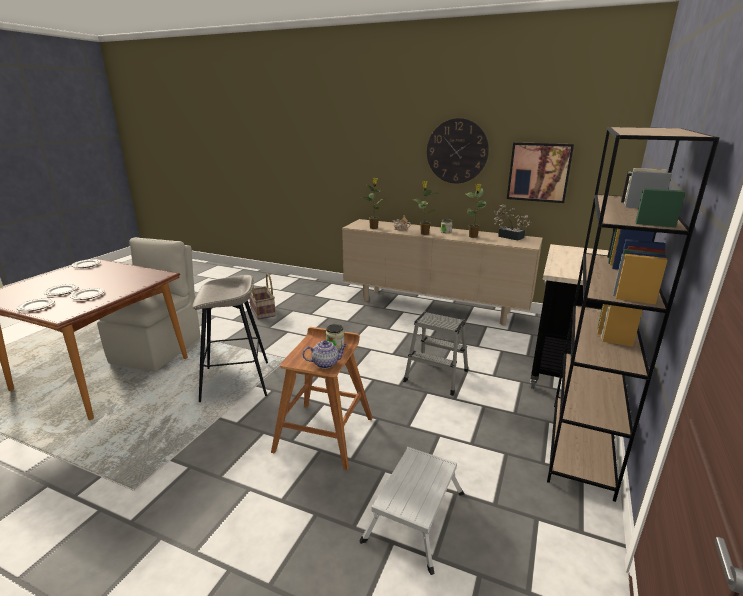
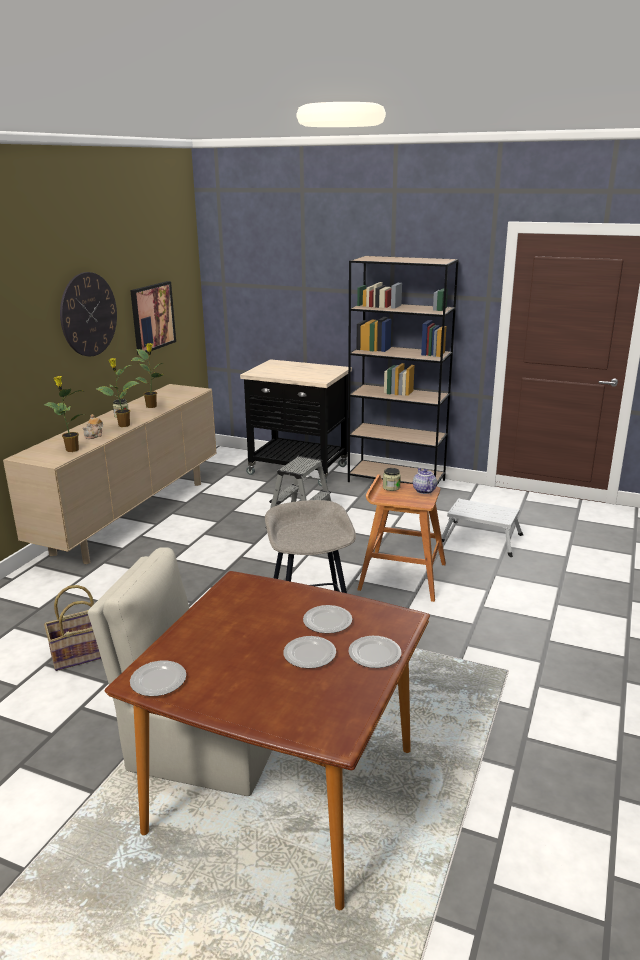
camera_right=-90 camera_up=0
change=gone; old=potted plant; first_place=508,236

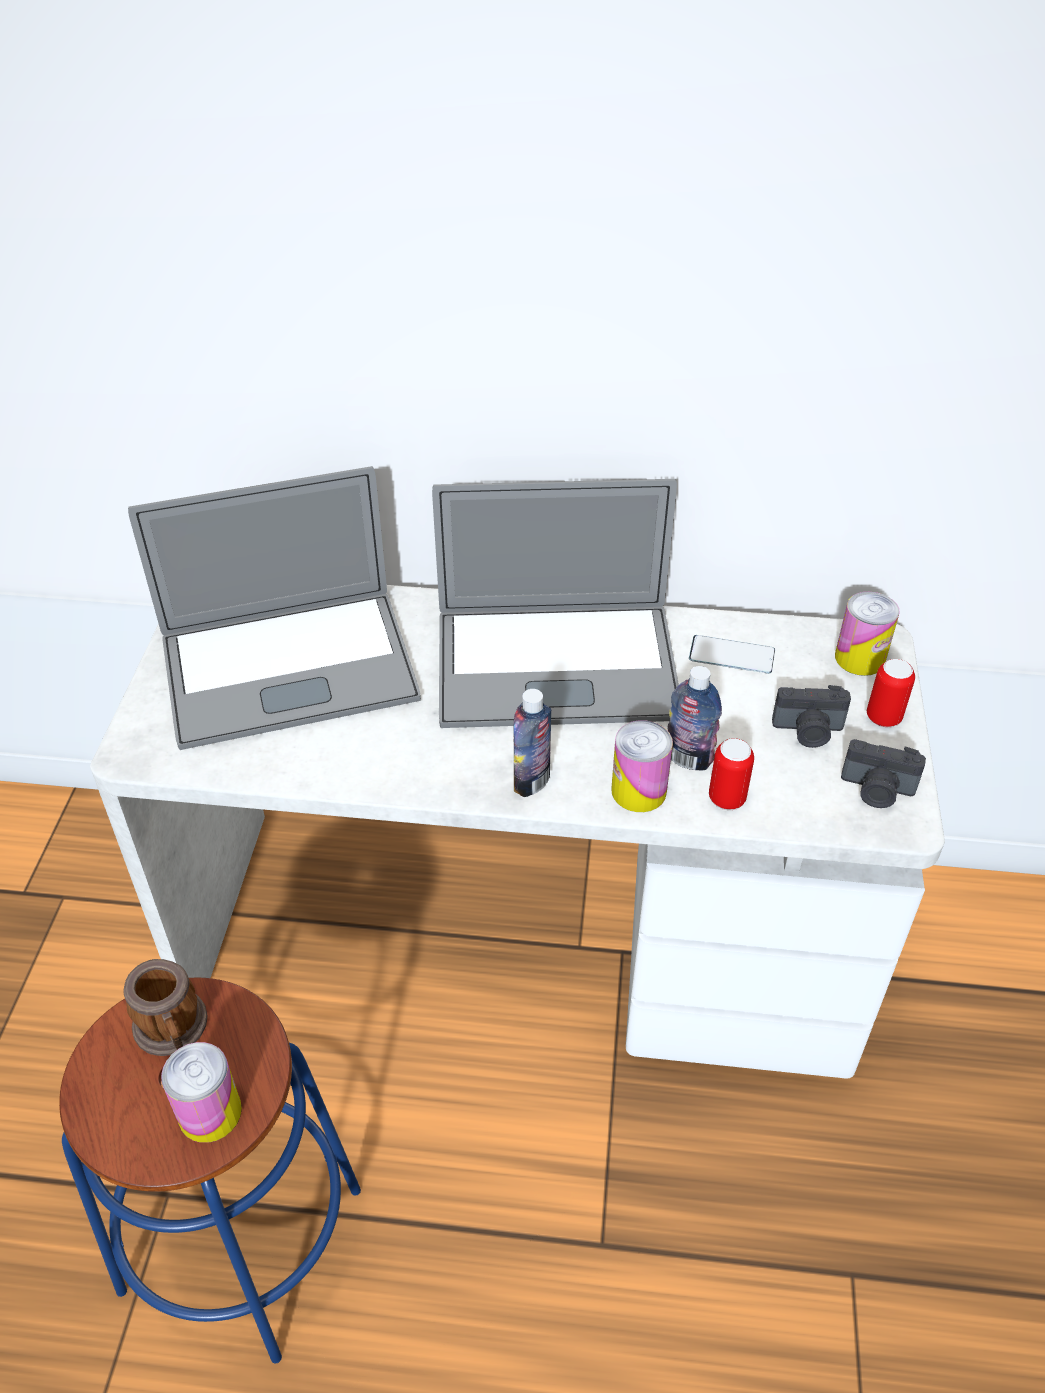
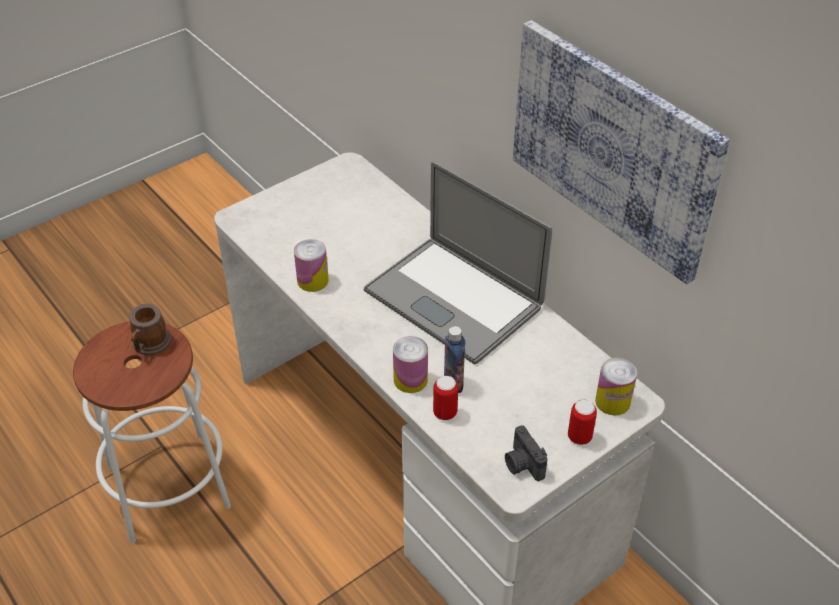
camera_right=45 camera_up=0
change=gone; old=laptop; first_place=289,668
change=gone; old=bottle; first_place=532,781
change=gone; old=phone; first_place=731,655
change=gone; old=photo camera; first_place=808,731
change=new; new=picture; second_place=613,148
change=shifted; old=can; first_place=210,1112; second_place=312,280
change=repainted; old=blue stool; new=white stool; first_place=241,1239; second_place=168,486

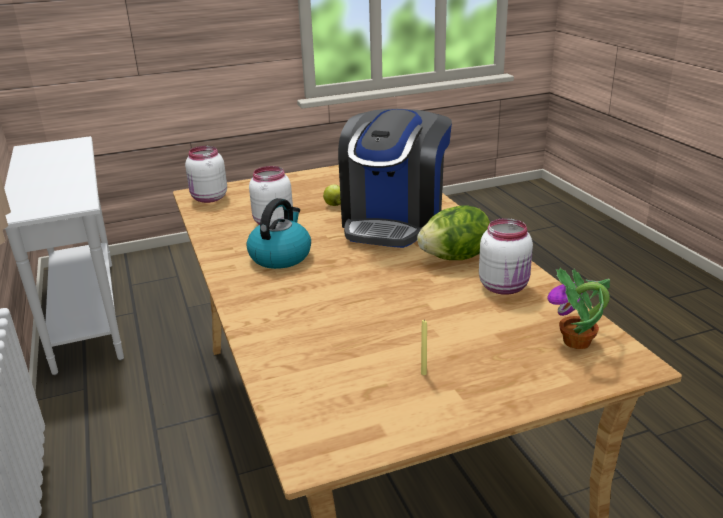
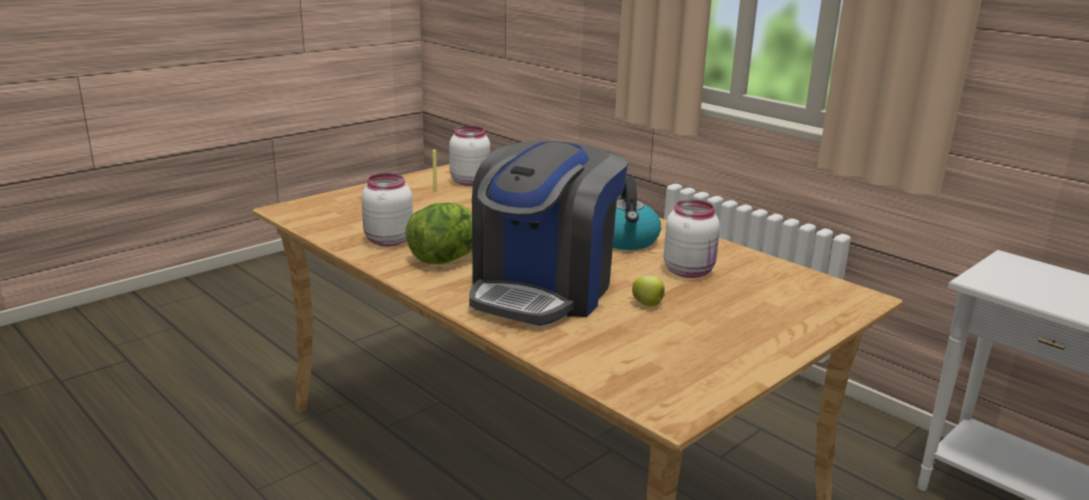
camera_right=155 camera_up=-5
change=gone; old=potted plant; first_place=577,342
change=shifted; old=white jar; first_place=208,198; second_place=470,181
change=rotated; old=coffee machine; first_place=394,222; second_place=543,290; degrees=-150

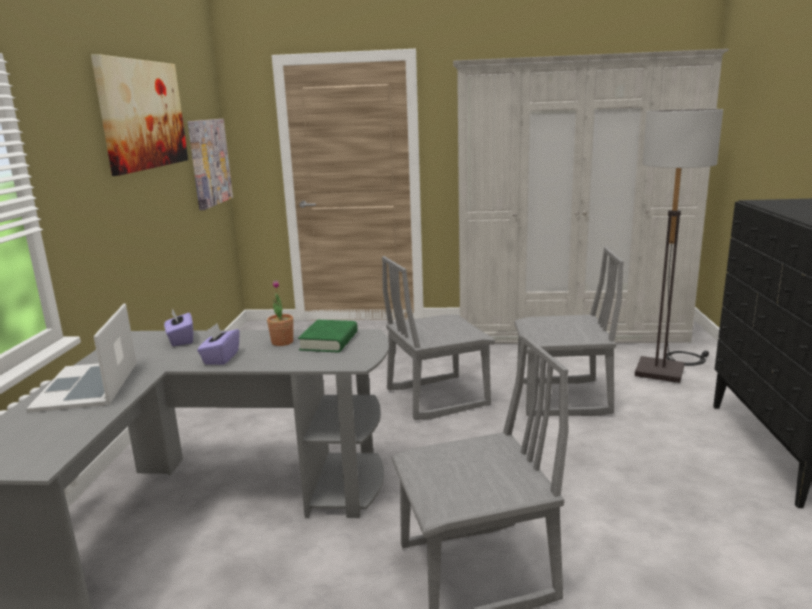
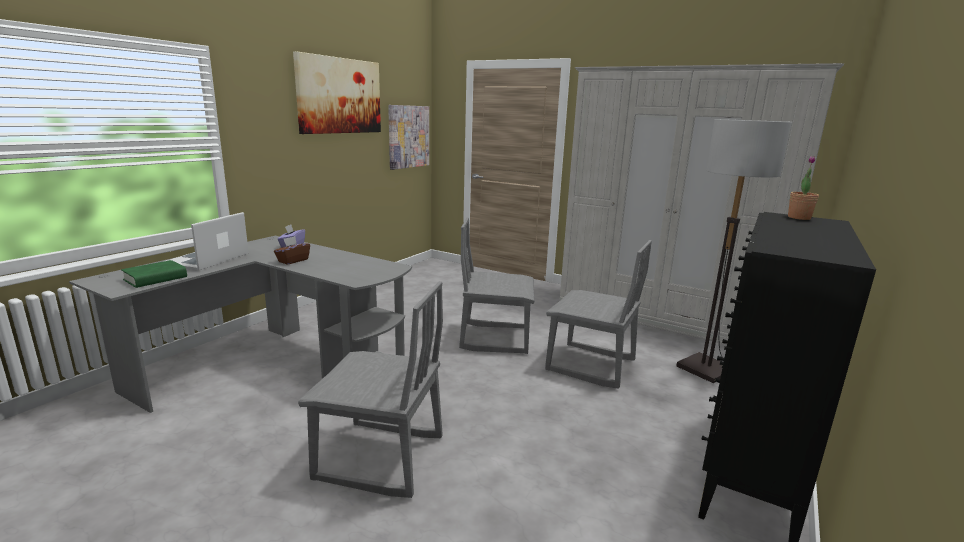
camera_right=25 camera_up=0
change=shifted; old=potted plant; first_place=282,342; second_place=799,218
change=shifted; old=green book; first_place=329,341; second_place=155,278
change=repainted; old=purple tissue box; new=brown tissue box; first_place=220,358; second_place=293,260

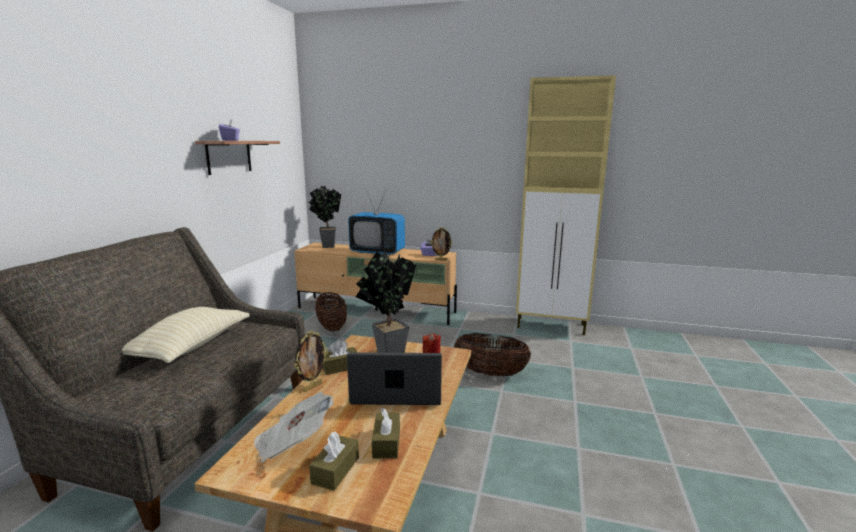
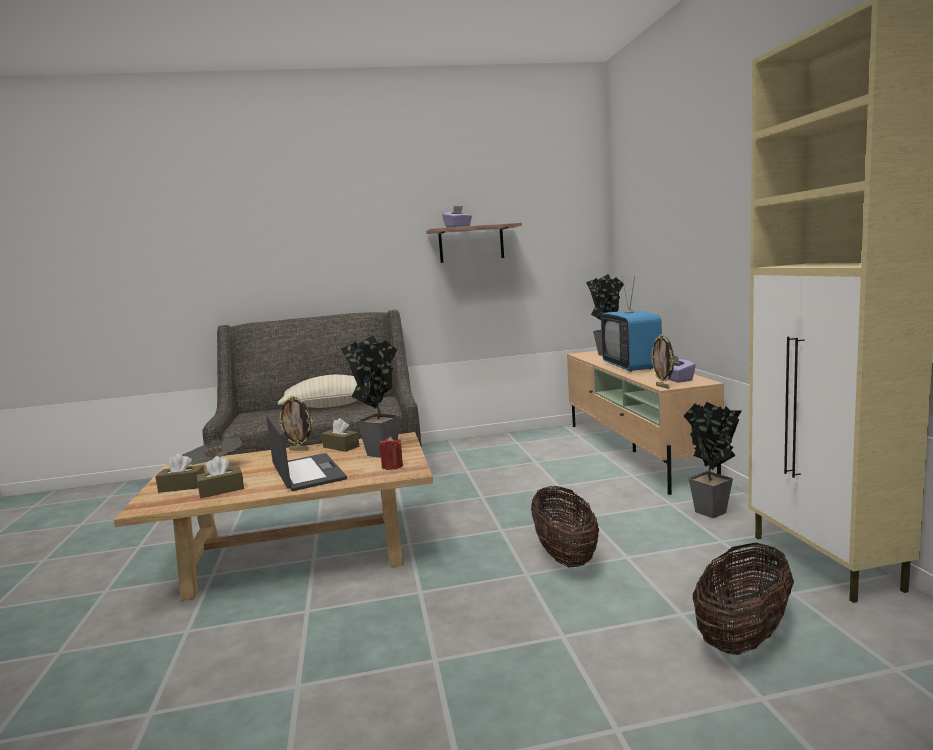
camera_right=65 camera_up=-5
change=new; new=potted plant; second_place=712,514
change=shifted; old=basket; first_place=332,327; second_place=743,636

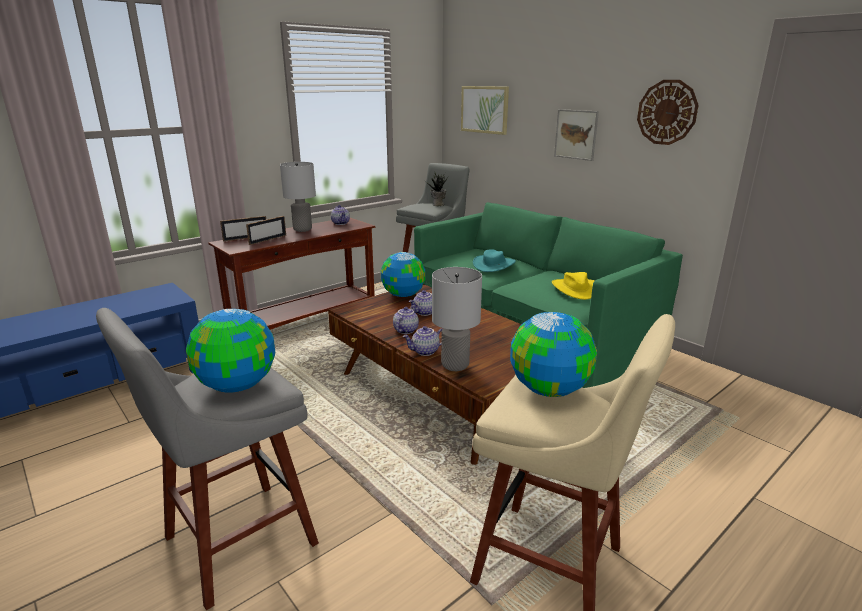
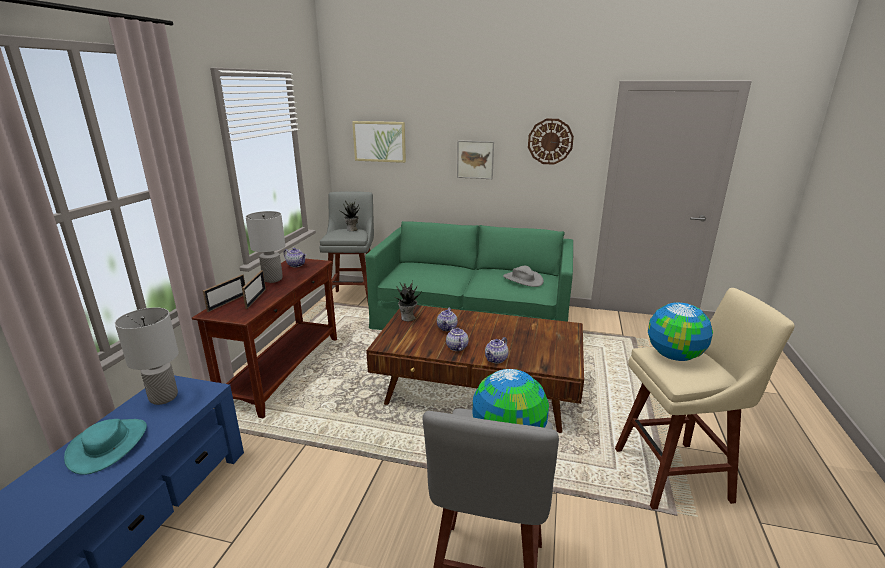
camera_right=-35 camera_up=0
change=shifted; old=grey table lamp; first_place=454,367; second_place=163,399
change=shifted; old=turquoise hat; first_place=494,265; second_place=109,445
change=swapped; old=globe; new=potted plant; first_place=403,295; second_place=408,318
change=repainted; old=yellow hat; new=grey hat; first_place=575,289; second_place=522,280

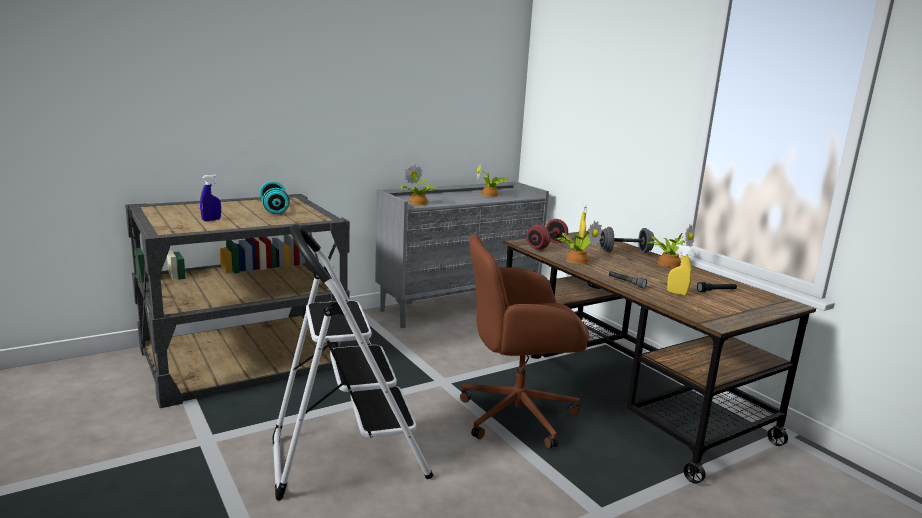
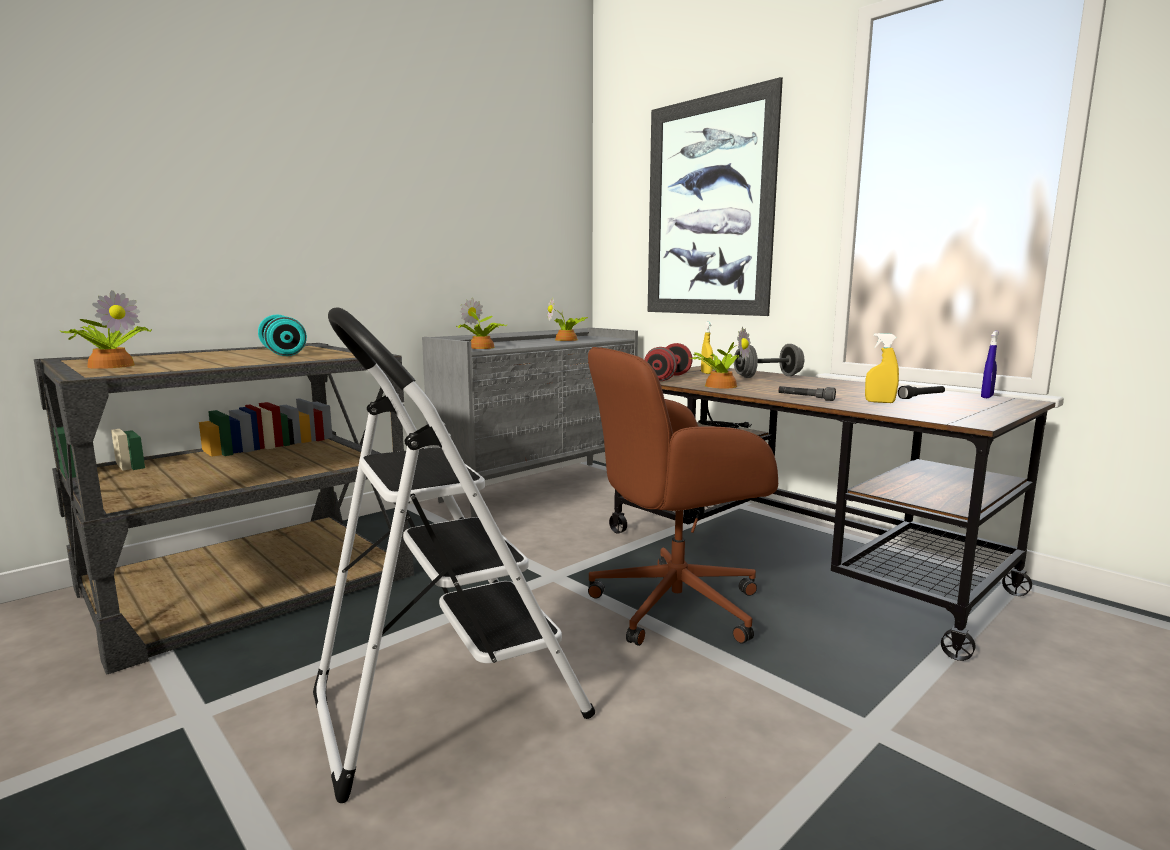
camera_right=-10 camera_up=-5
change=new; new=picture; second_place=708,208
change=shifted; old=blue spray bottle; first_place=211,220; second_place=987,397
change=shifted; old=potted plant; first_place=668,263; second_place=112,365

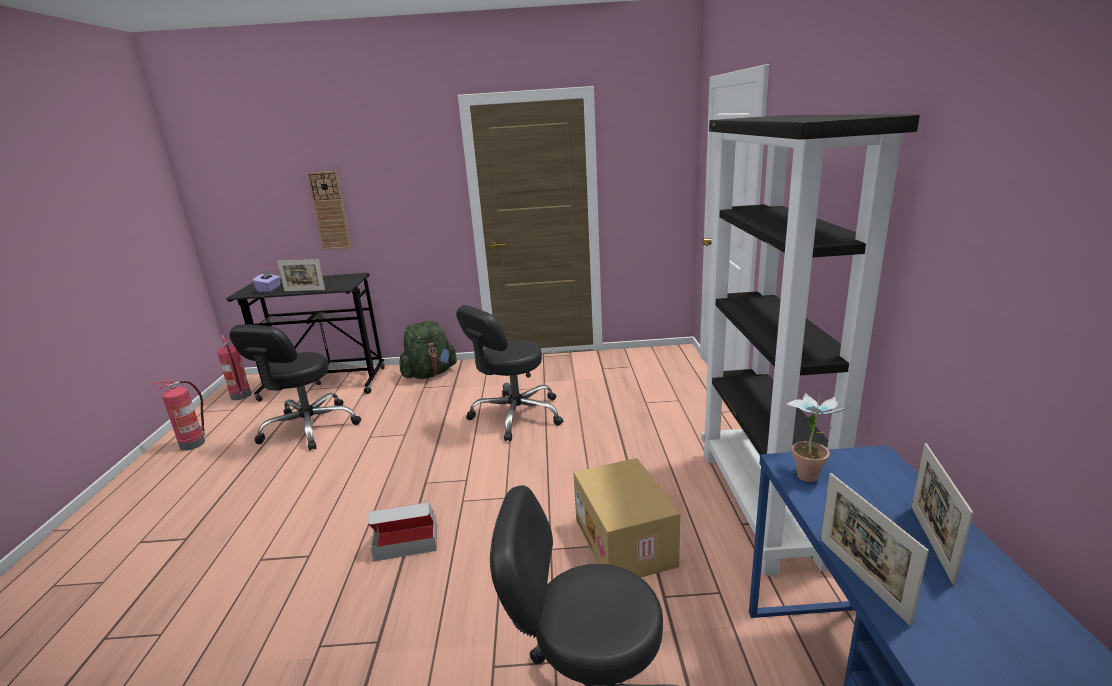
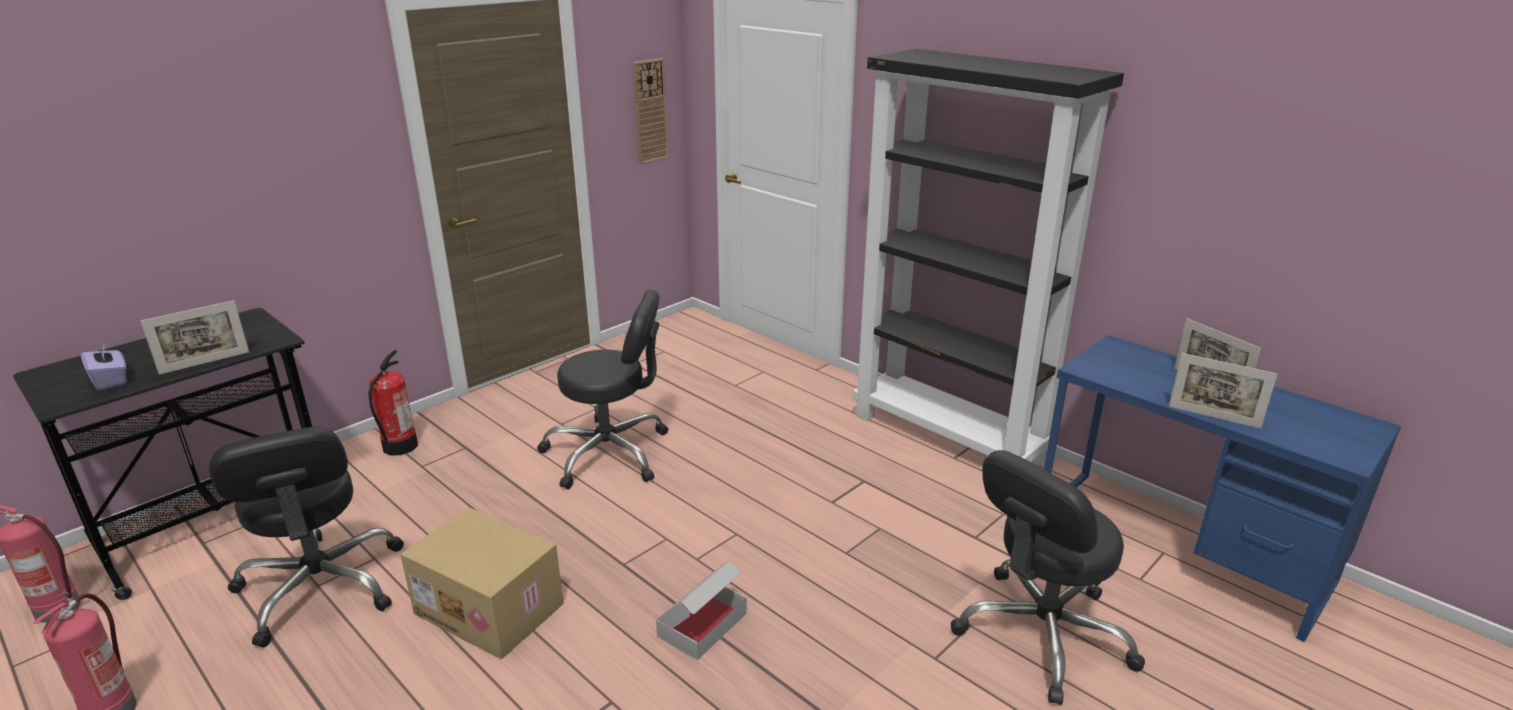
camera_right=-45 camera_up=5
change=gone; old=potted plant; first_place=809,472
change=shifted; old=wall clock; first_place=330,211; second_place=650,111
change=shifted; old=cardboard box; first_place=626,542; second_place=491,608
change=swapped; old=green backpack; new=fire extinguisher; first_place=430,374; second_place=399,446
change=rotated; old=black office chair; first_place=513,417; second_place=613,454; degrees=-90

